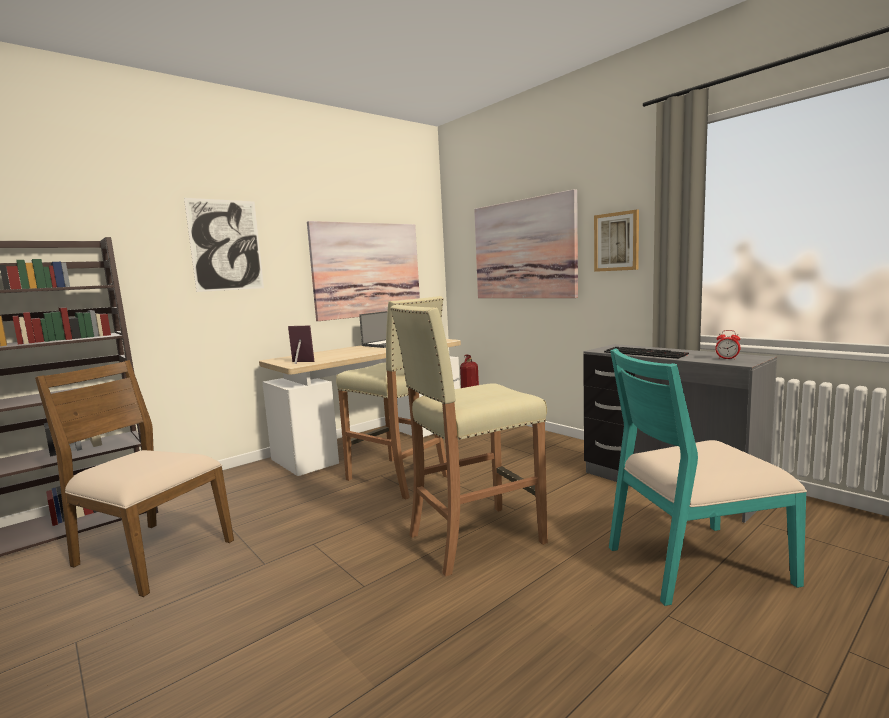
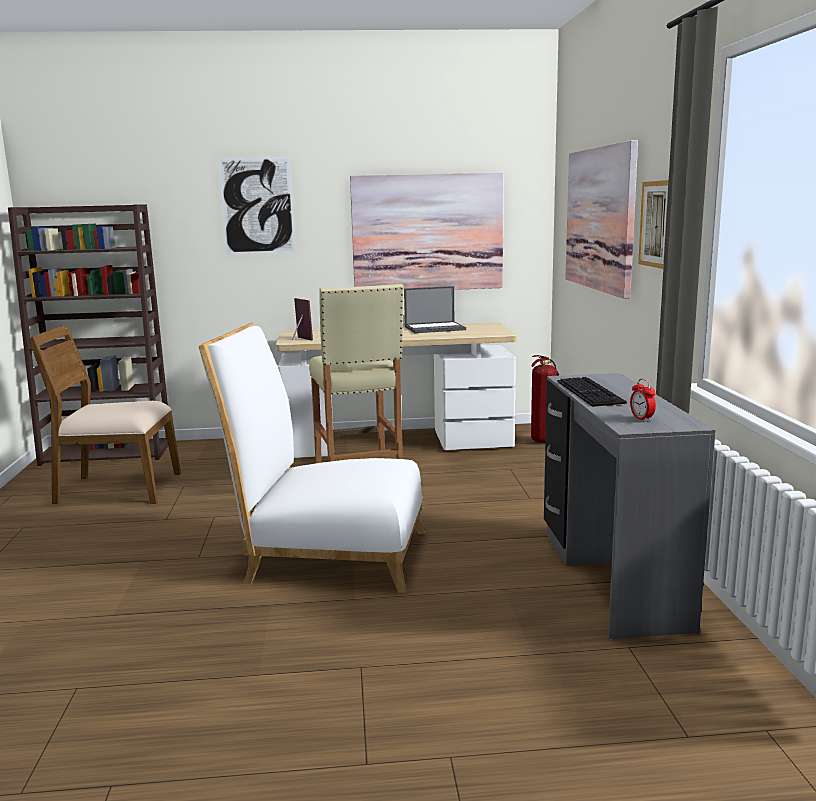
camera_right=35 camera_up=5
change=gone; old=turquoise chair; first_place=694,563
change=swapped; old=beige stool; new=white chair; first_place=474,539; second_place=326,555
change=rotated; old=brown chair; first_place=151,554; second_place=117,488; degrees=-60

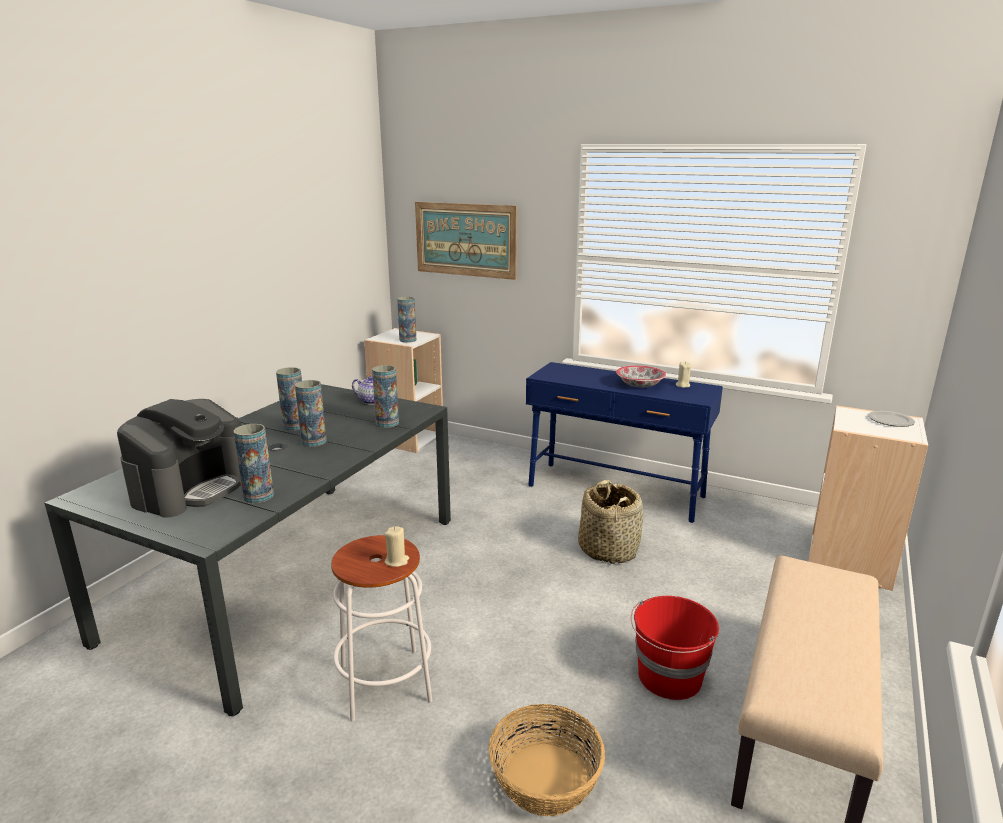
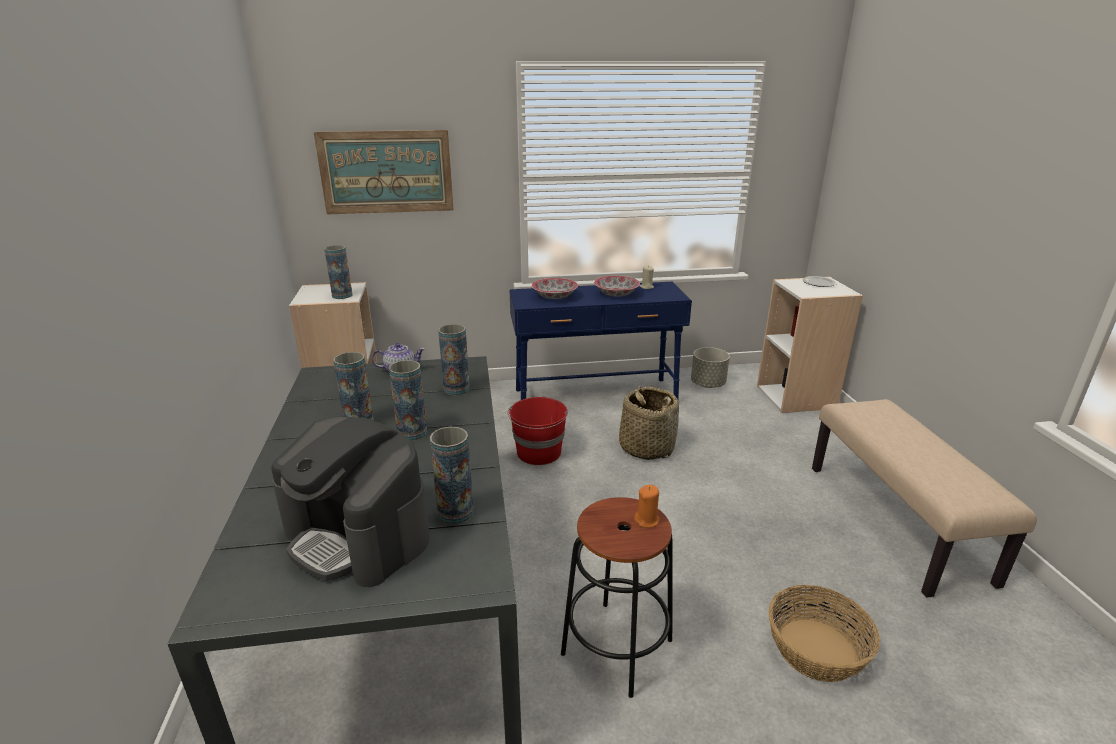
camera_right=-35 camera_up=5
change=new; new=bowl; second_place=554,297
change=new; new=grey planter; second_place=707,384
change=shifted; old=red bucket; first_place=669,677; second_place=539,453
change=repainted; old=white stool; new=black stool; first_place=385,683; second_place=617,647
change=repainted; old=beige candle; new=orange candle; first_place=397,561; second_place=647,520
change=rotated; old=coffee machine; first_place=191,488; second_place=358,536; degrees=135

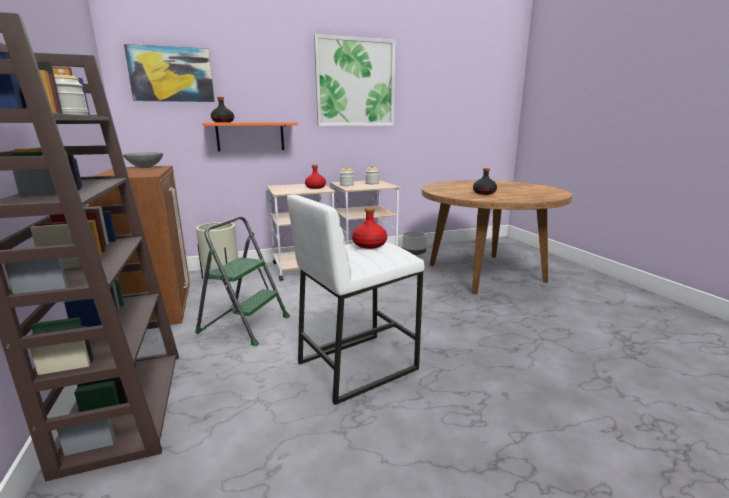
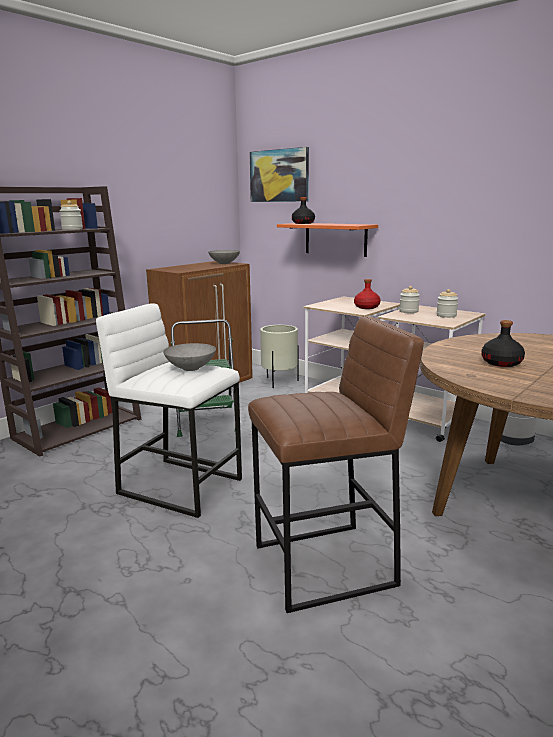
camera_right=60 camera_up=0
change=gone; old=picture; first_place=355,83
change=new; new=brown stool; second_place=326,564
change=swapped; old=red bottle; new=grey bowl; first_place=369,245; second_place=190,368

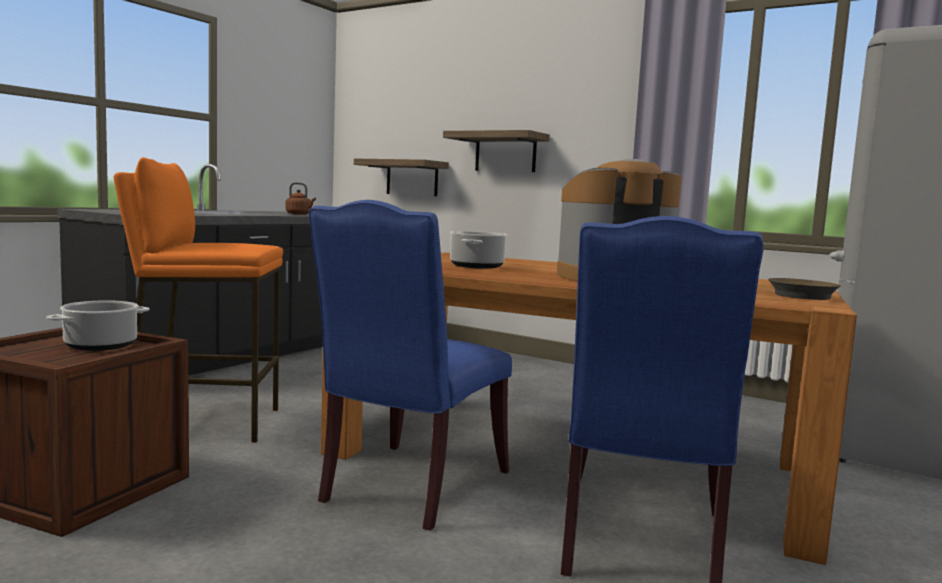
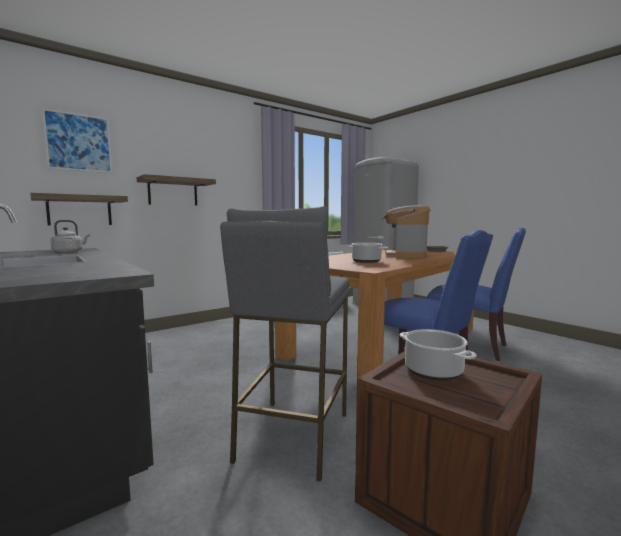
camera_right=-70 camera_up=0
change=new; new=picture; second_place=79,142
change=repainted; old=orange stool; new=grey stool; first_place=205,423; second_place=292,436
change=repainted; old=brown kettle; new=grey kettle; first_place=300,214; second_place=69,252

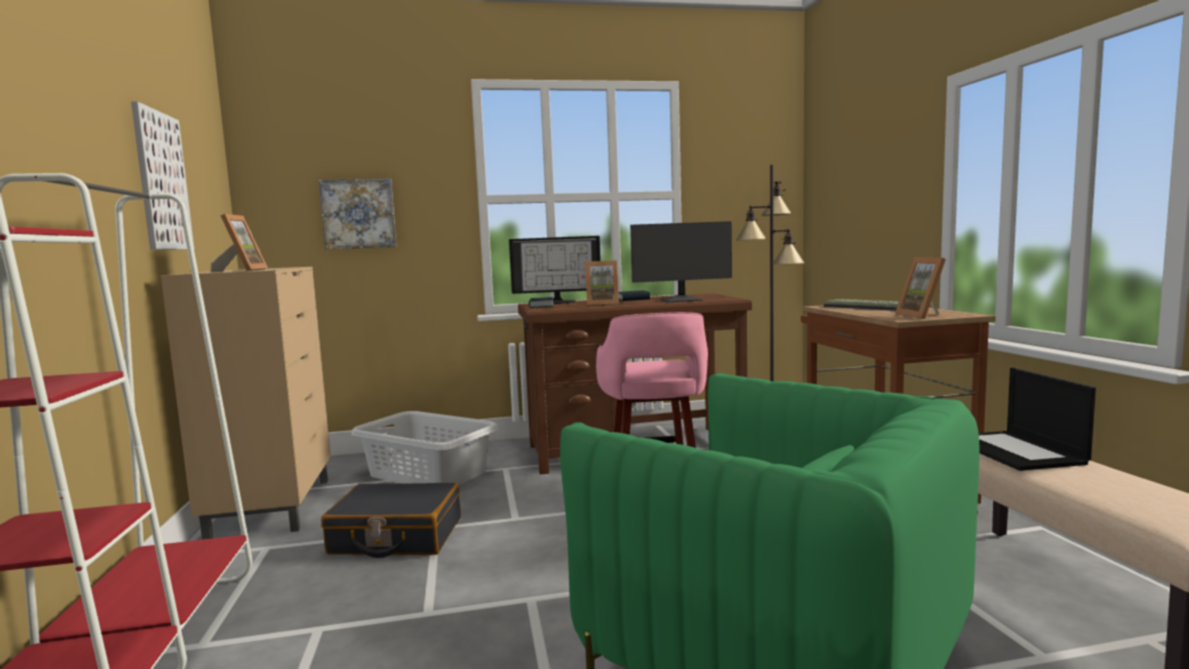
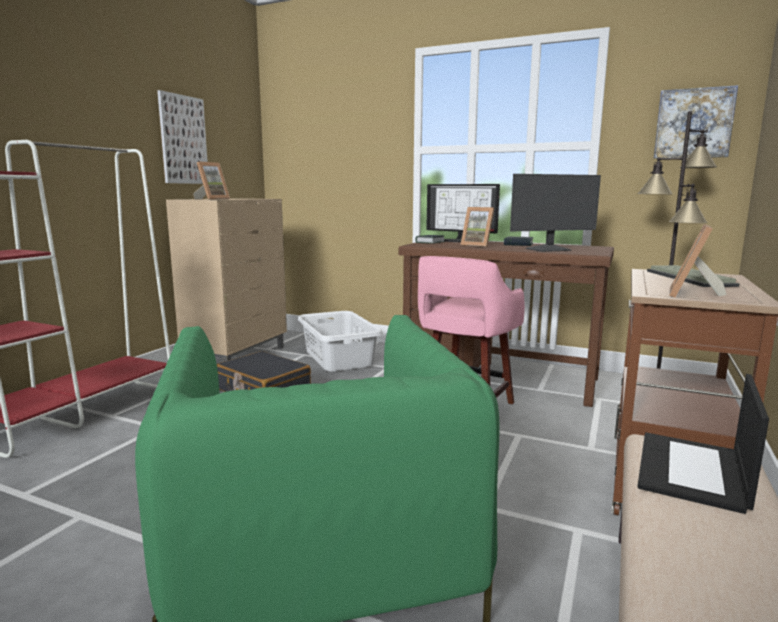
camera_right=35 camera_up=5
change=shifted; old=picture; first_place=358,214; second_place=693,123
change=rotated; old=monitor; first_place=681,300; second_place=549,249; degrees=-45

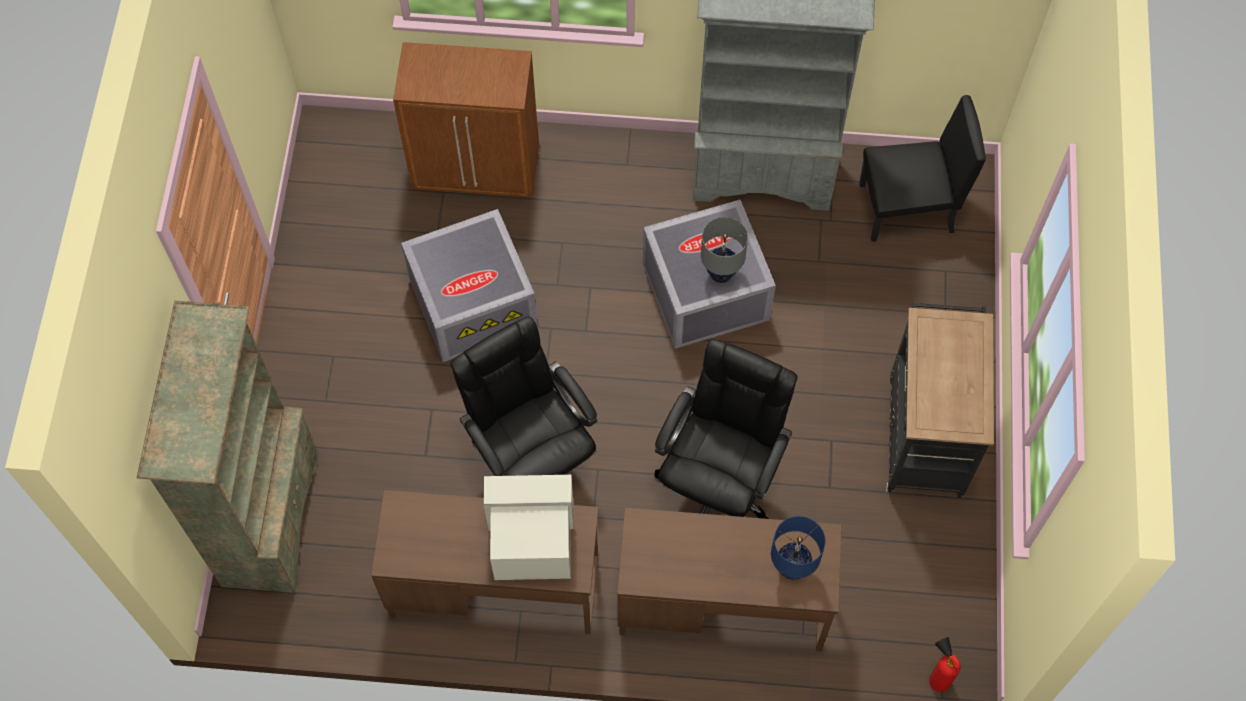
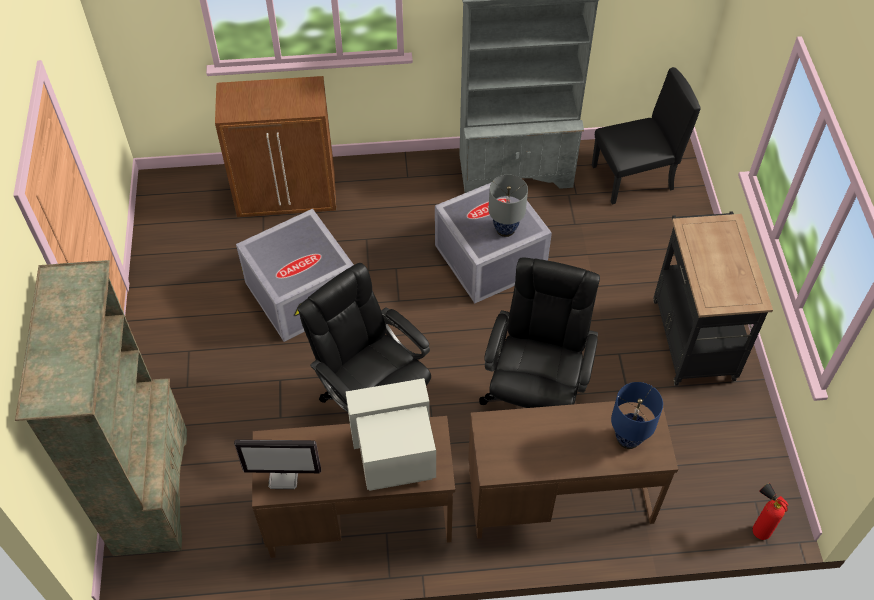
camera_right=-10 camera_up=-10
change=new; new=monitor; second_place=284,476

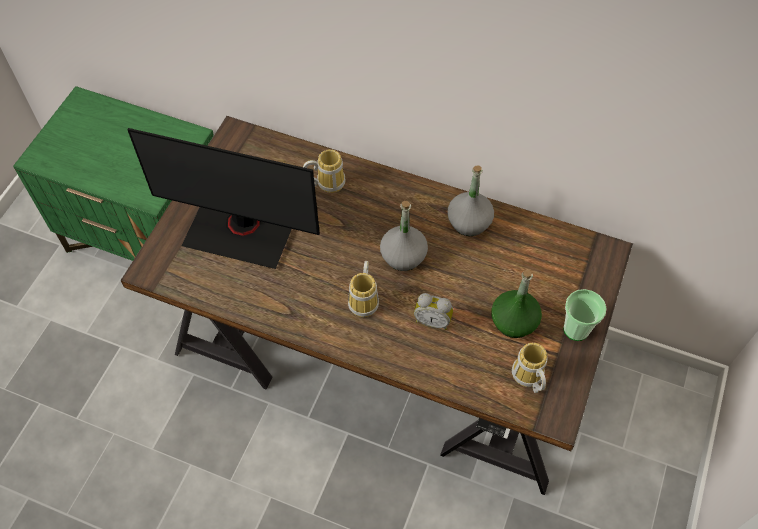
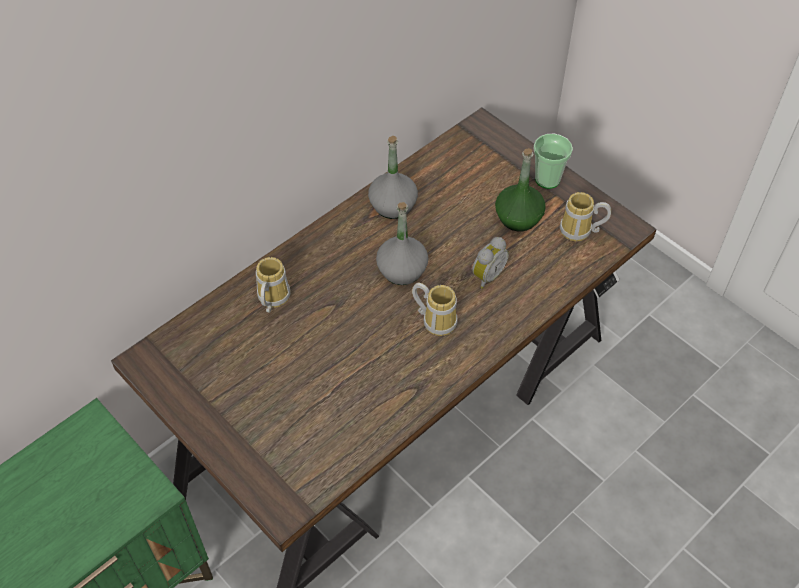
camera_right=-65 camera_up=-5
change=gone; old=monitor; first_place=241,230

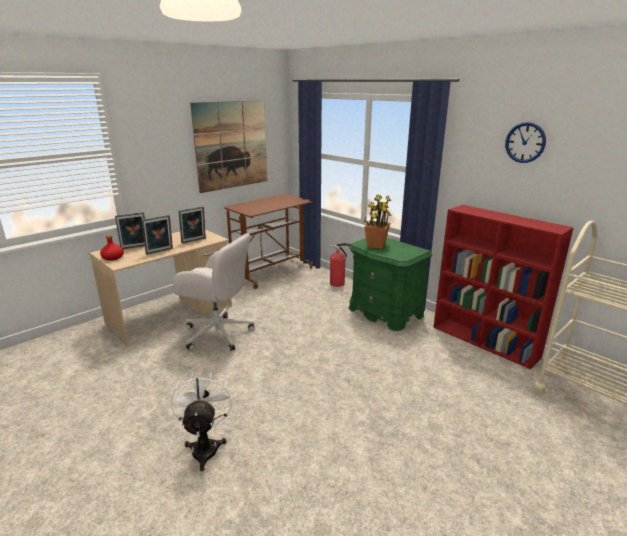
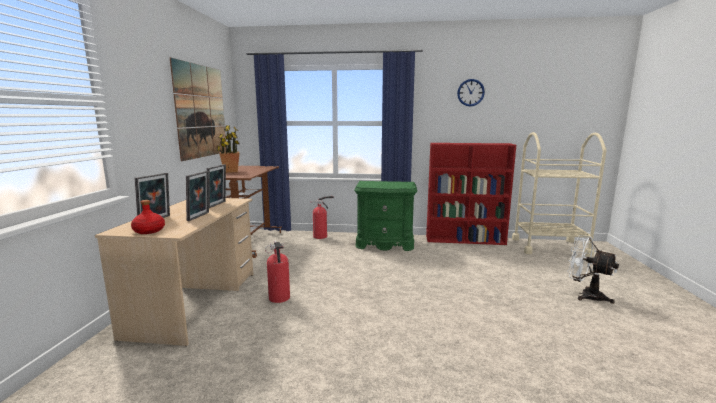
camera_right=-40 camera_up=-10
change=shifted; old=white fan; first_place=205,446; second_place=585,295
change=shifted; old=potted plant; first_place=375,245; second_place=230,171
change=swapped; old=white office chair; new=fire extinguisher; first_place=217,334; second_place=279,299

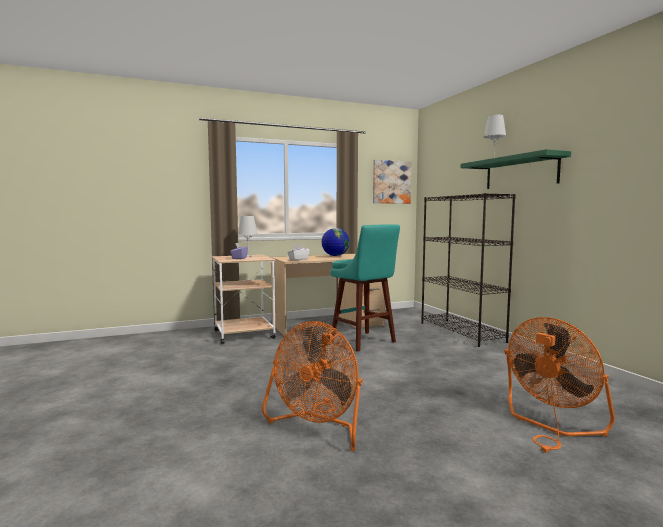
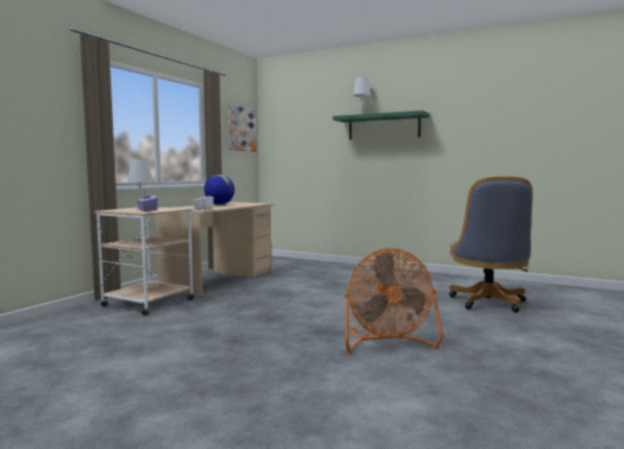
camera_right=-40 camera_up=0
change=gone; old=turquoise stool; first_place=364,342
change=gone; old=black bookcase; first_place=462,332
change=swapped; old=orange fan; new=blue office chair; first_place=548,423; second_place=489,304

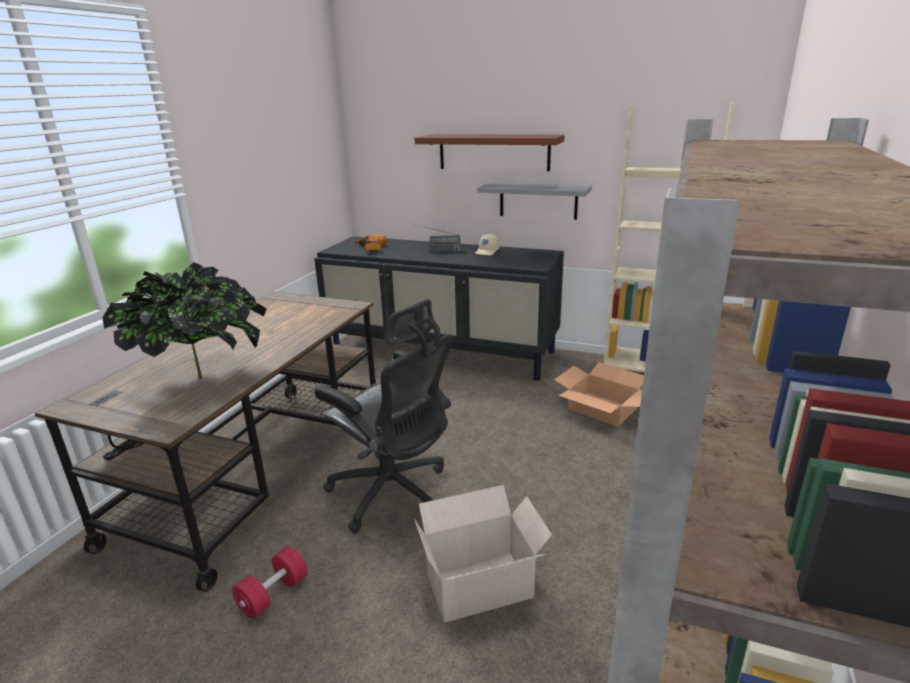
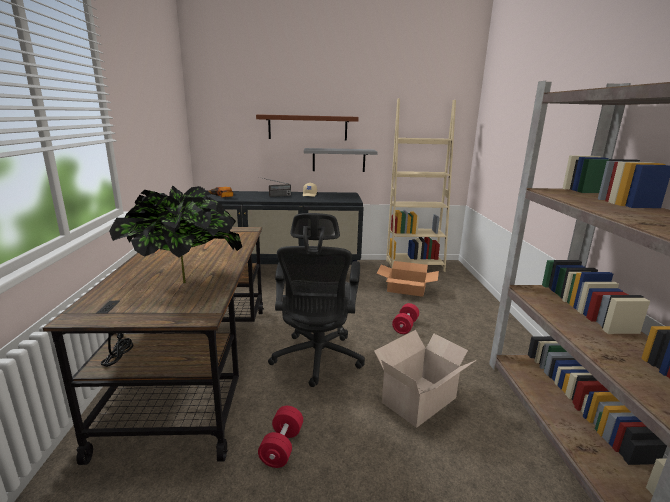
camera_right=-25 camera_up=-5
change=new; new=red dumbbell; second_place=405,326
change=rotated; old=office chair; first_place=393,494; second_place=317,361; degrees=75

